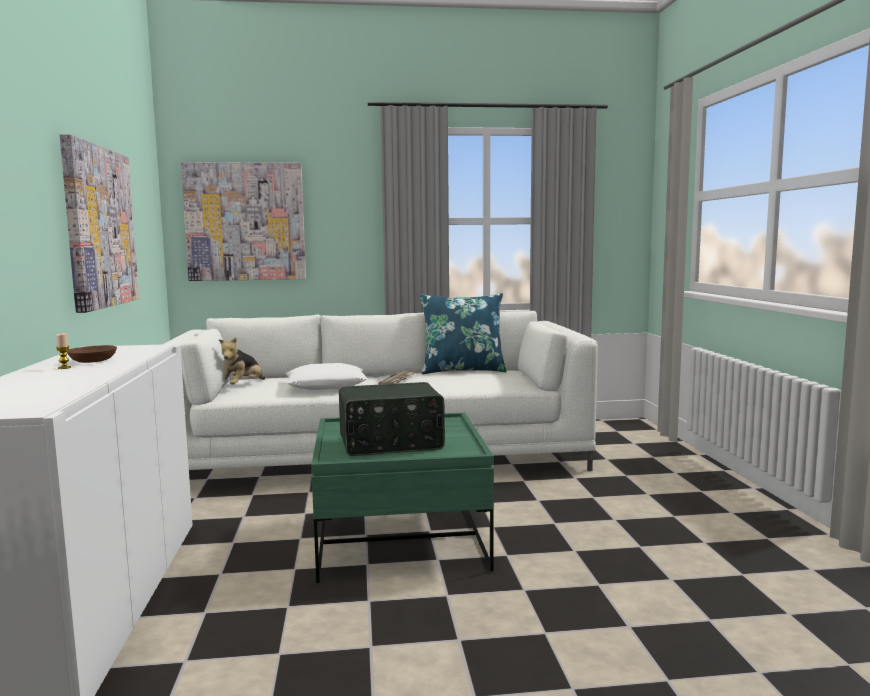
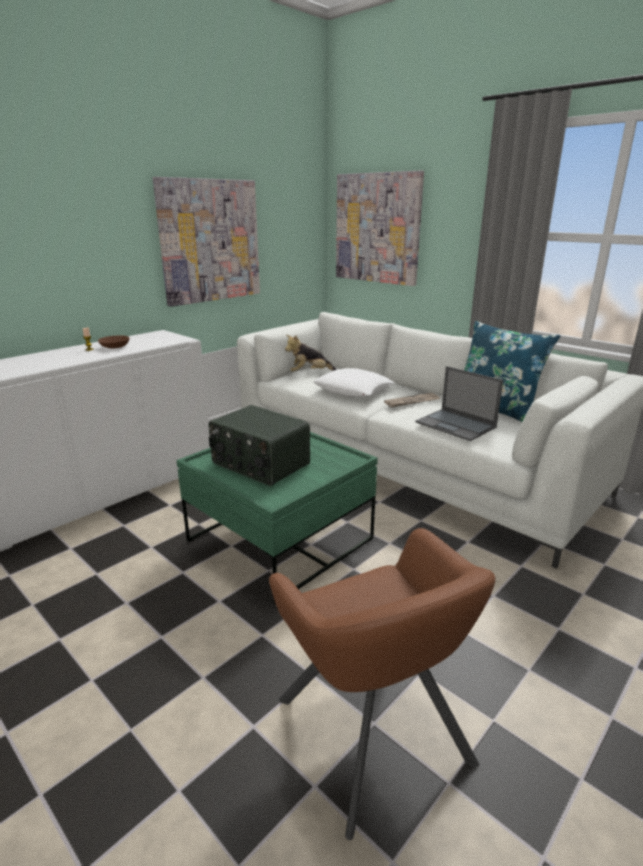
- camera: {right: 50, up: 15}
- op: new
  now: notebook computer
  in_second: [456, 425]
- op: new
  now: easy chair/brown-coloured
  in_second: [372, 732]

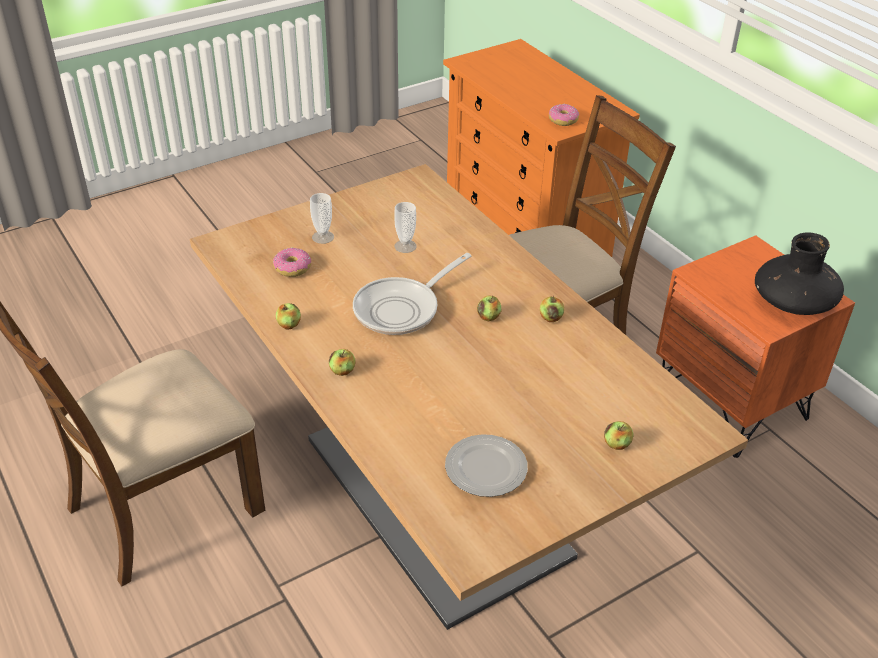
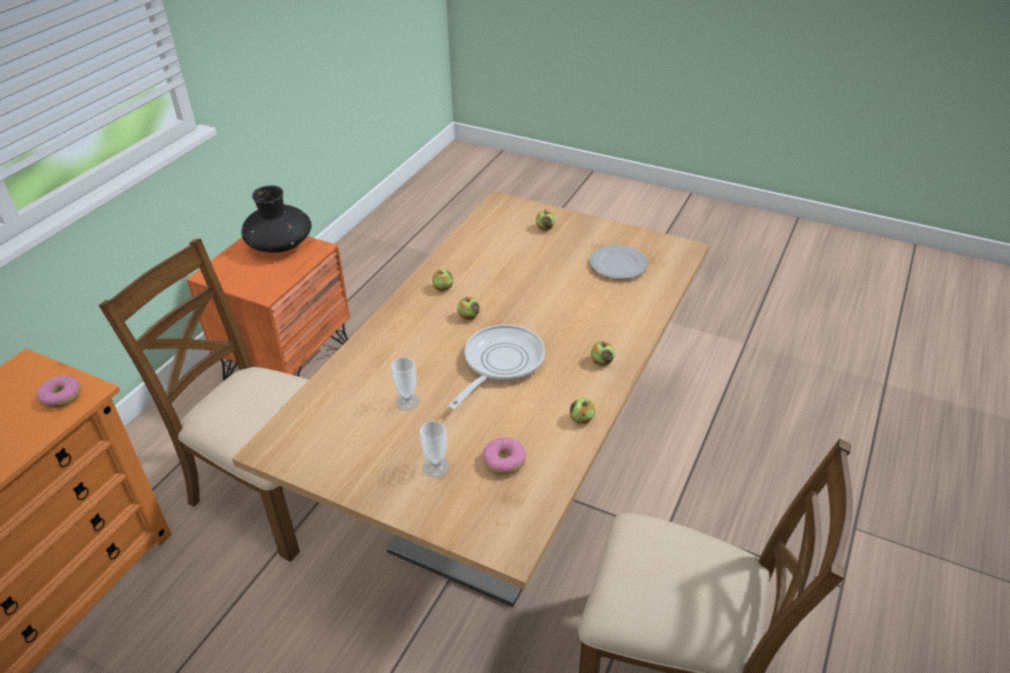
- camera: {right: -120, up: 0}
- op: rotated
  was: frying pan
  in_first: [402, 309]
  in_second: [499, 364]
  clockwise: -75

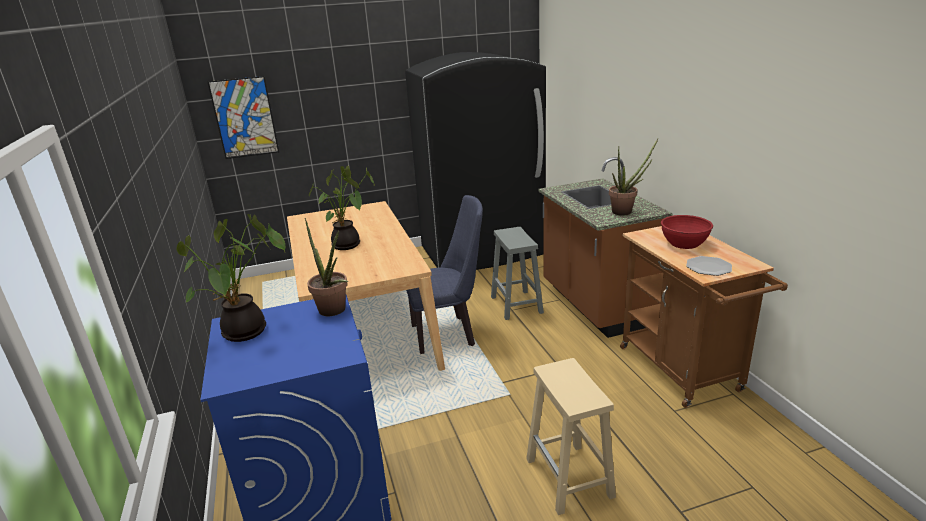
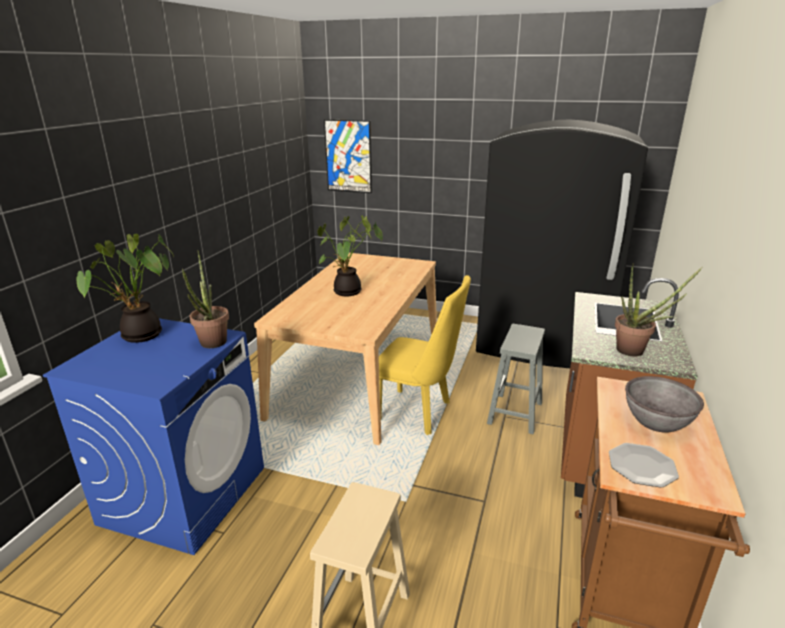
- camera: {right: 35, up: 0}
- op: repainted
  was: upright chair/blue-coloured
  now: upright chair/yellow
  in_first: [448, 334]
  in_second: [420, 413]
- op: repainted
  was: serving bowl/reddish
  now: serving bowl/gray
  in_first: [684, 244]
  in_second: [657, 421]

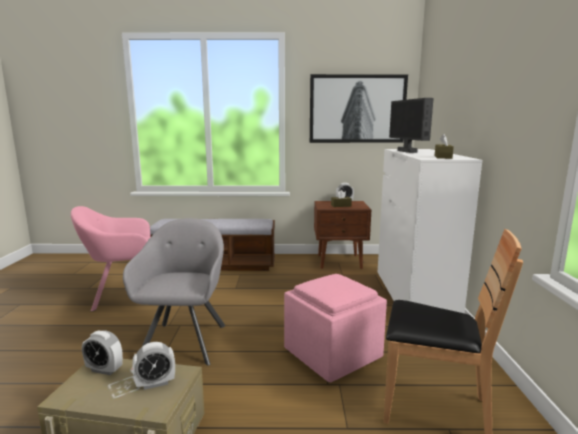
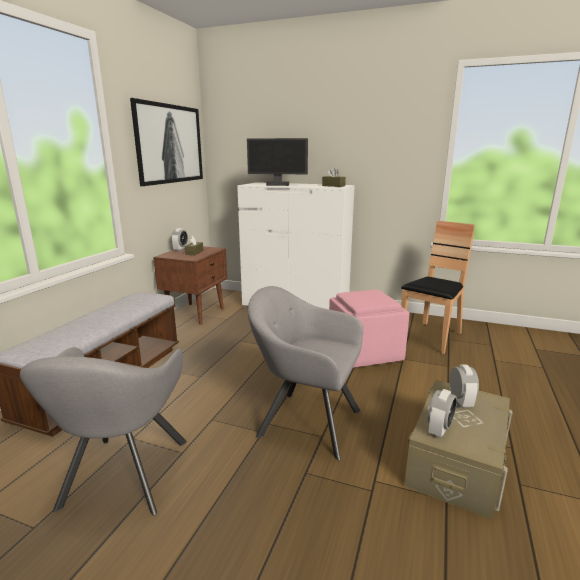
- camera: {right: -70, up: 5}
- op: repainted
  was: easy chair/pink-coloured
  now: easy chair/gray
  in_first: [122, 295]
  in_second: [124, 477]

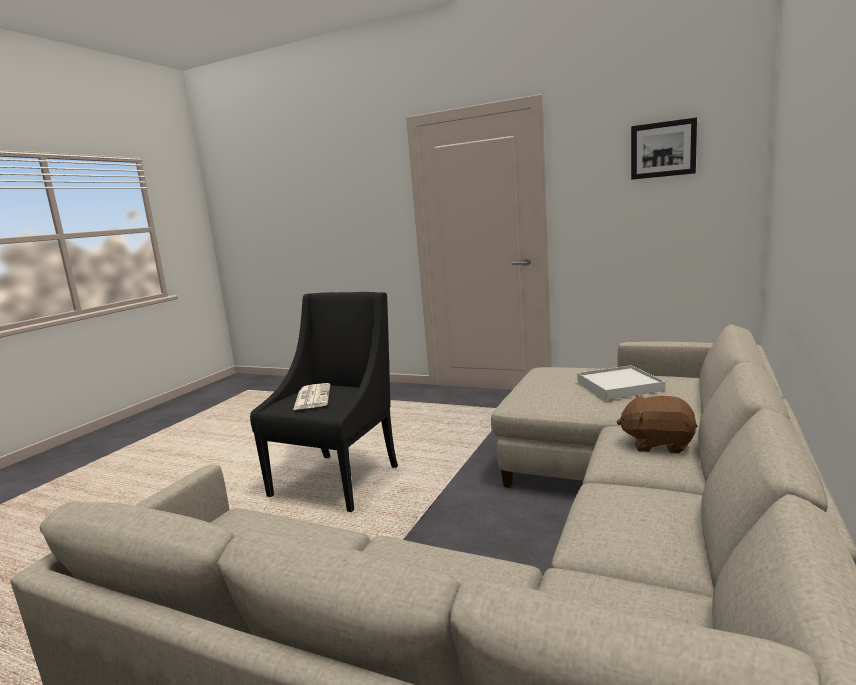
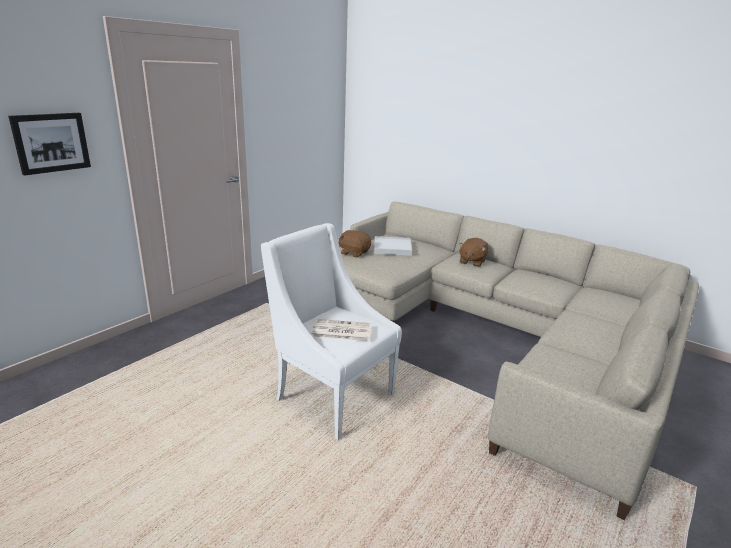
- camera: {right: -80, up: 10}
- op: shifted
  was: wall picture
  in_first: [663, 149]
  in_second: [51, 142]
- op: repainted
  was: easy chair/black
  now: easy chair/whitish
  in_first: [339, 479]
  in_second: [331, 396]
- op: new
  now: soft toy/brown-coloured
  in_second: [354, 253]

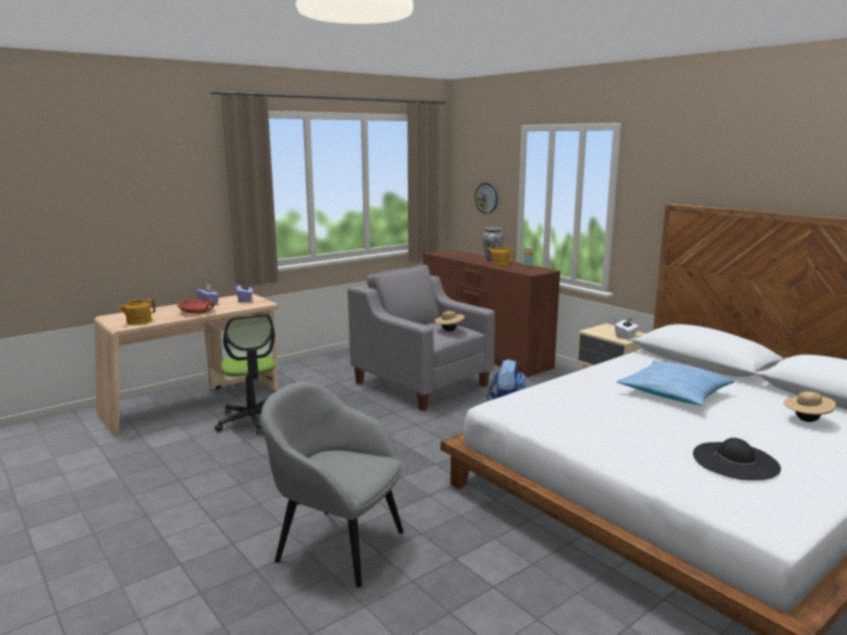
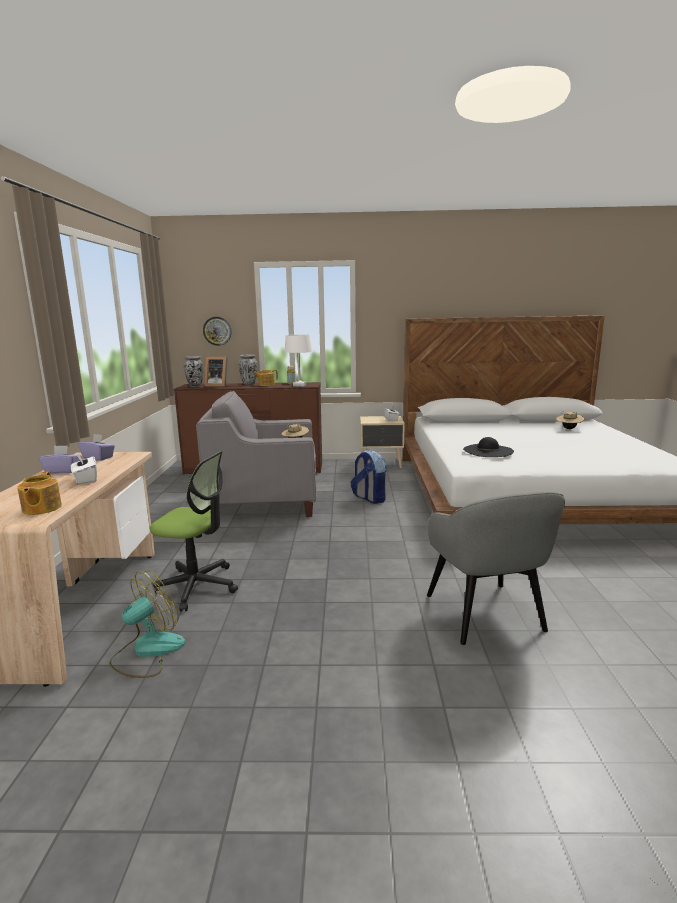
- camera: {right: -50, up: 0}
- op: swapped
  was: serving bowl/reddish
  now: tissue holder/whitish
  in_first: [197, 312]
  in_second: [85, 479]
- op: gone
  was: throw pillow
  in_first: [674, 393]
- op: rotated
  was: easy chair/gray
  in_first: [337, 545]
  in_second: [485, 614]
  clockwise: -75
- op: shifted
  was: wearable hat/black
  in_first: [735, 461]
  in_second: [488, 450]
- op: new
  now: tabletop lamp/whitish
  in_second: [299, 385]
- op: new
  now: flower vase
  in_second: [195, 386]
- op: new
  now: picture frame
  in_second: [217, 386]
- op: new
  now: cooling fan
  in_second: [147, 651]

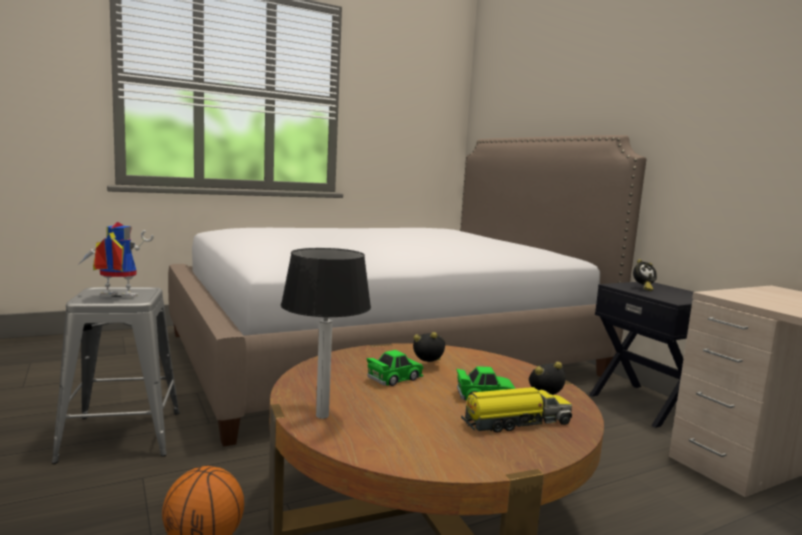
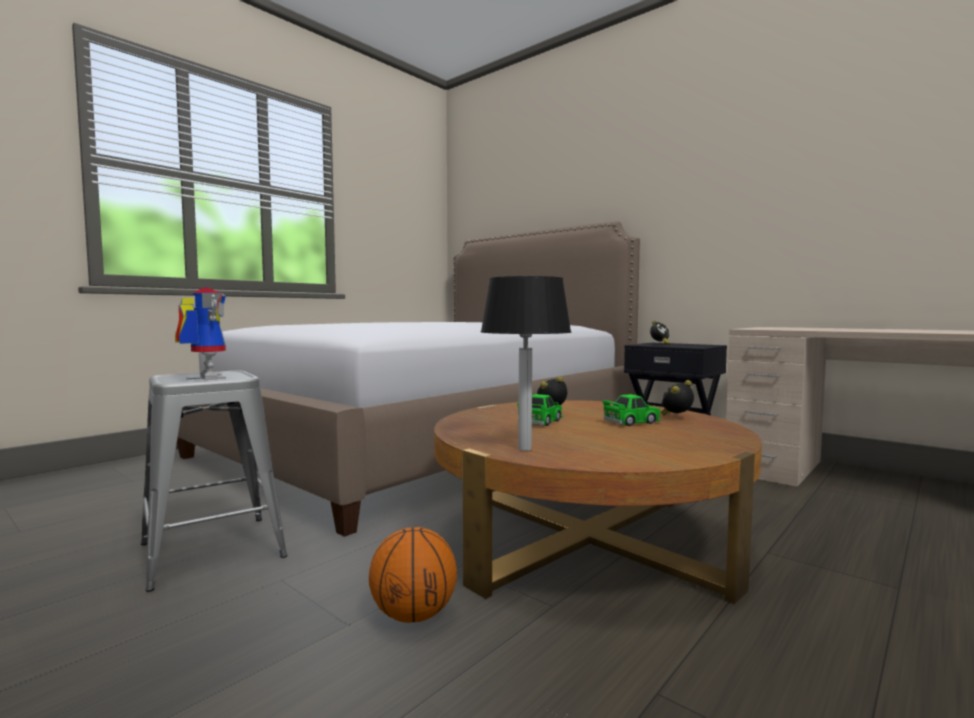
- camera: {right: -20, up: -5}
- op: rotated
  was: toy robot
  in_first: [114, 297]
  in_second: [204, 378]
  clockwise: 75
- op: gone
  was: toy truck
  in_first: [515, 423]

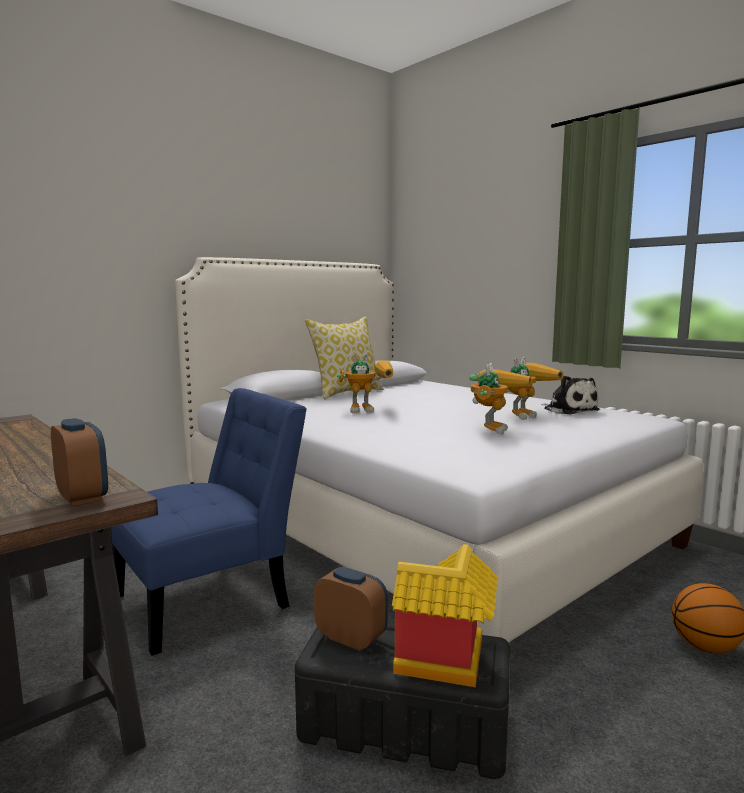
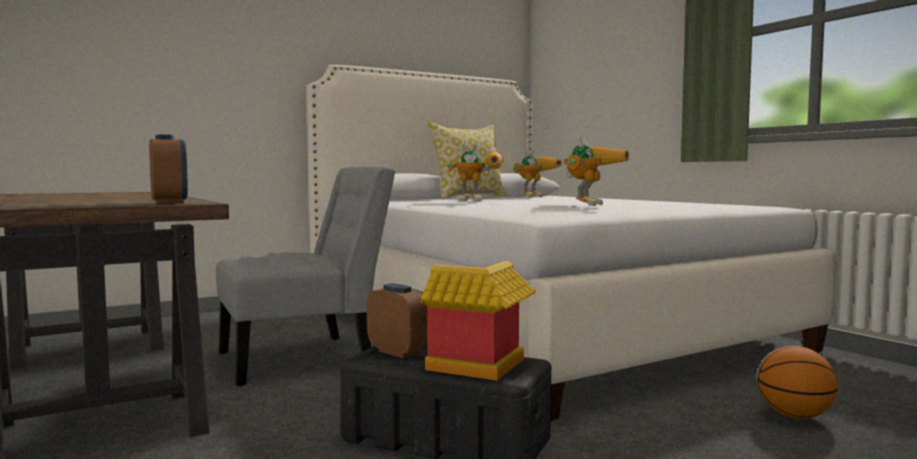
- camera: {right: 10, up: -5}
- op: shifted
  was: toy robot
  in_first: [525, 415]
  in_second: [536, 196]
- op: gone
  was: soft toy
  in_first: [569, 410]
- op: repainted
  was: upright chair/blue-coloured
  now: upright chair/gray
  in_first: [211, 598]
  in_second: [305, 358]

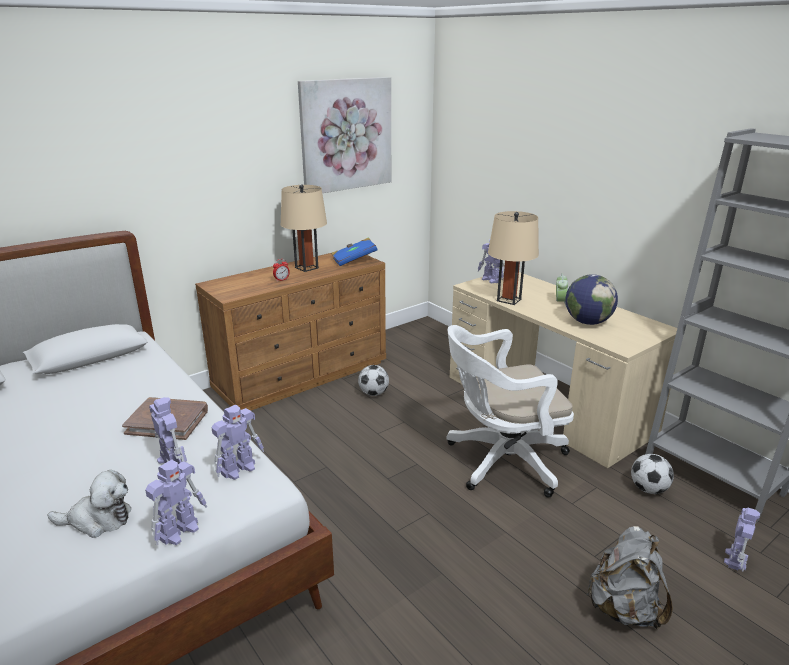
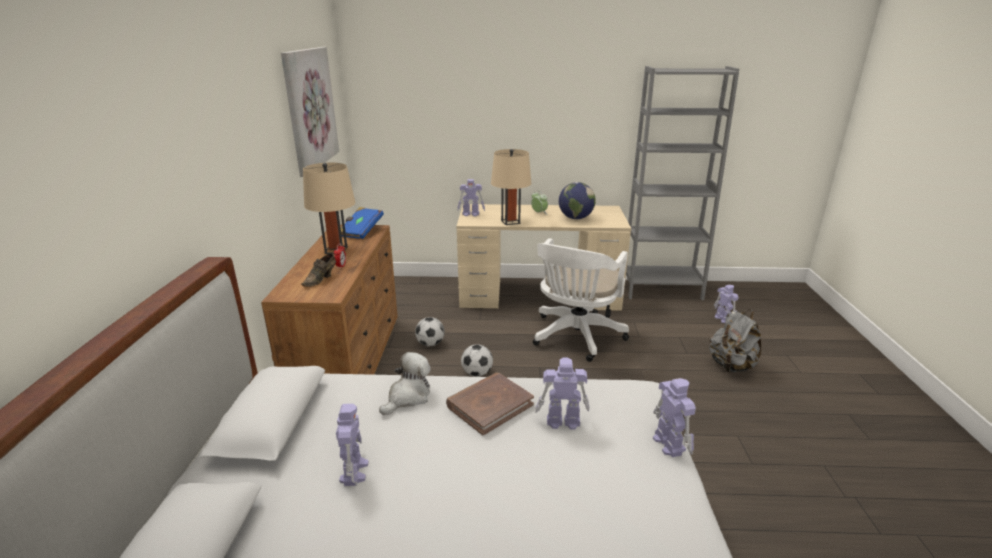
- camera: {right: -50, up: 0}
- op: shifted
  was: toy robot
  in_first: [239, 469]
  in_second: [354, 471]
- op: shifted
  was: ball for football
  in_first: [648, 489]
  in_second: [477, 373]
- op: shifted
  was: soft toy
  in_first: [98, 520]
  in_second: [408, 397]
- op: new
  now: shoe/brown-coloured
  in_second: [321, 279]

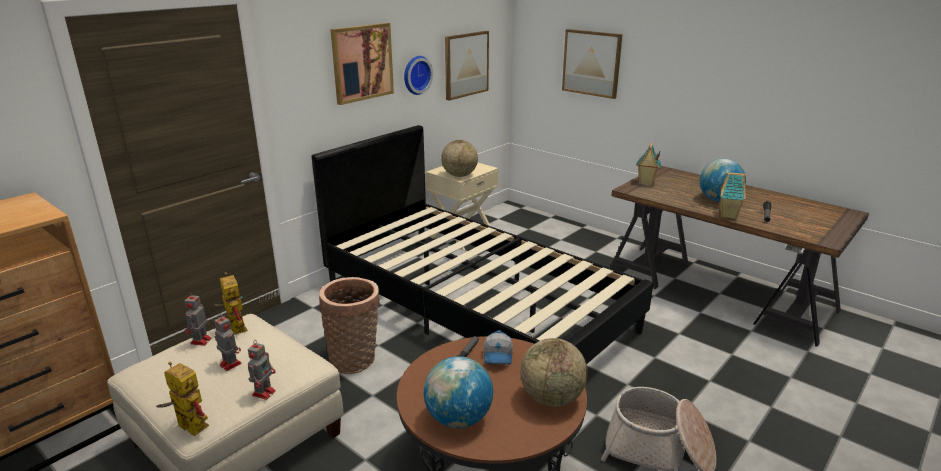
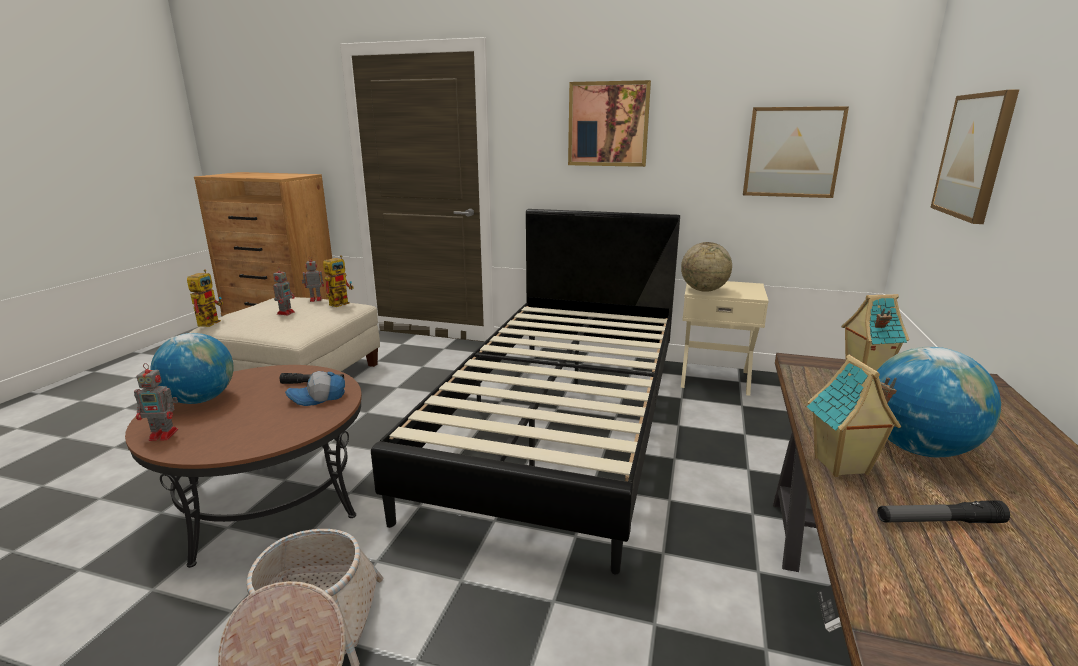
- camera: {right: 65, up: -5}
- op: gone
  was: hanging clock
  in_first: [415, 75]
- op: gone
  was: basket
  in_first: [355, 359]
- op: gone
  was: desk globe
  in_first: [552, 398]
- op: shifted
  was: toy robot
  in_first: [264, 392]
  in_second: [165, 434]

